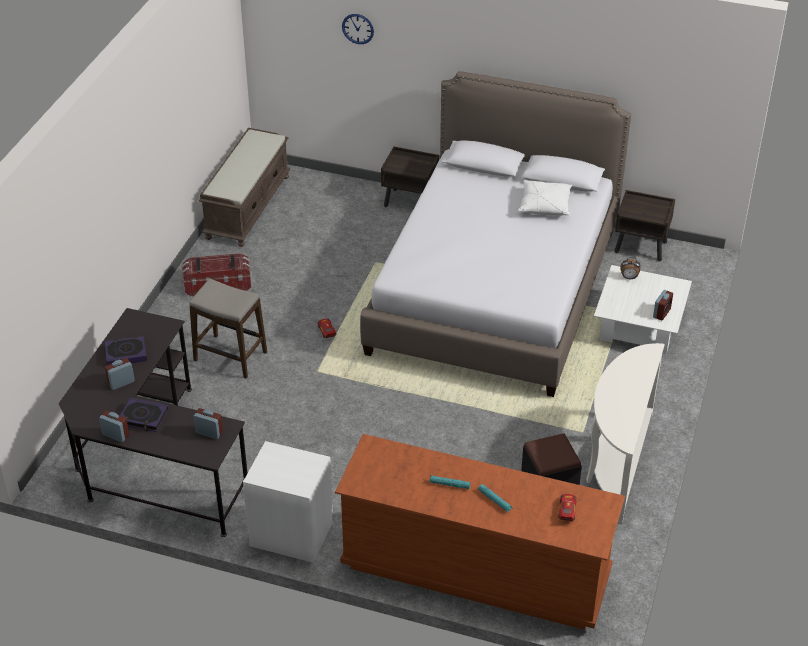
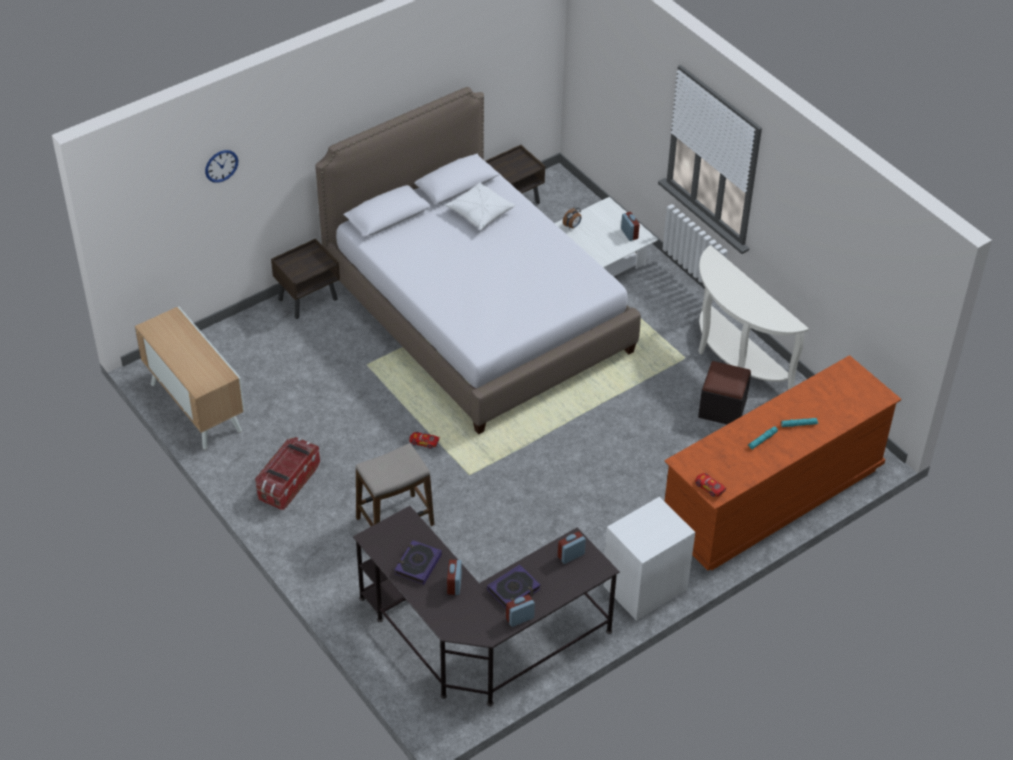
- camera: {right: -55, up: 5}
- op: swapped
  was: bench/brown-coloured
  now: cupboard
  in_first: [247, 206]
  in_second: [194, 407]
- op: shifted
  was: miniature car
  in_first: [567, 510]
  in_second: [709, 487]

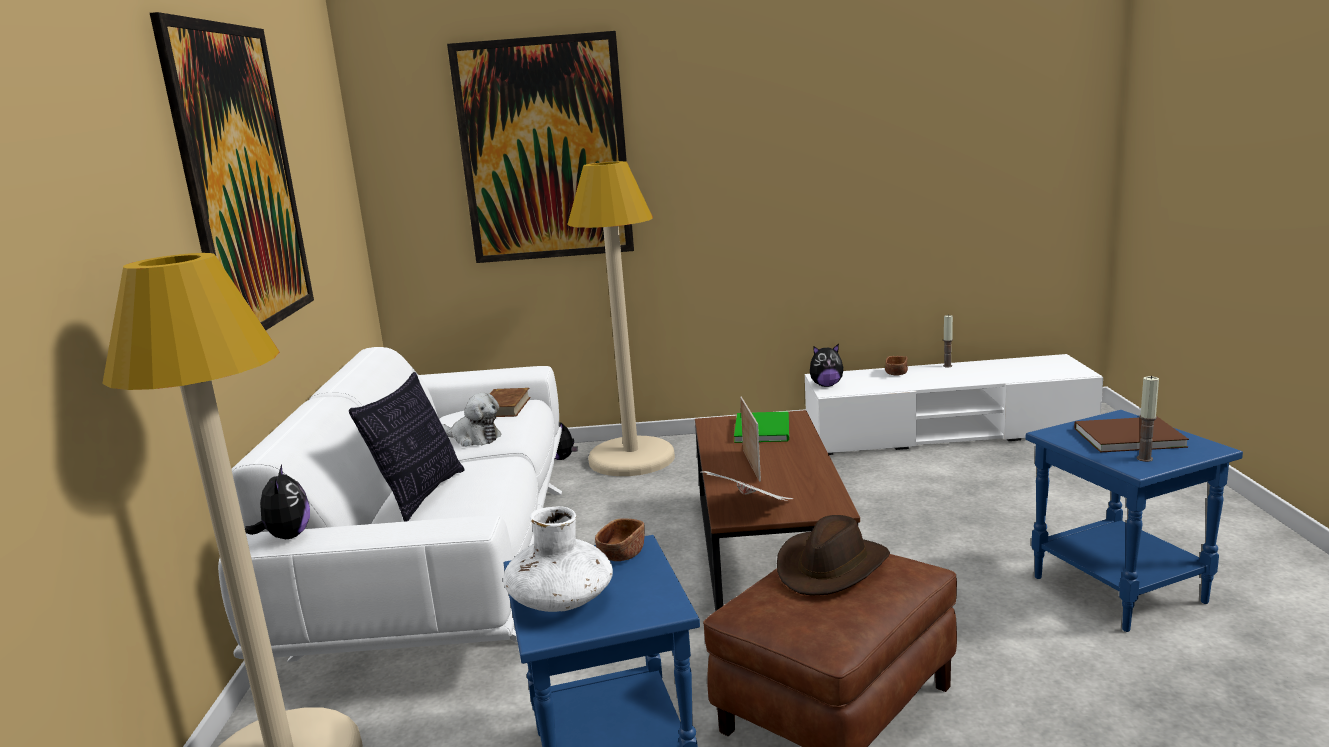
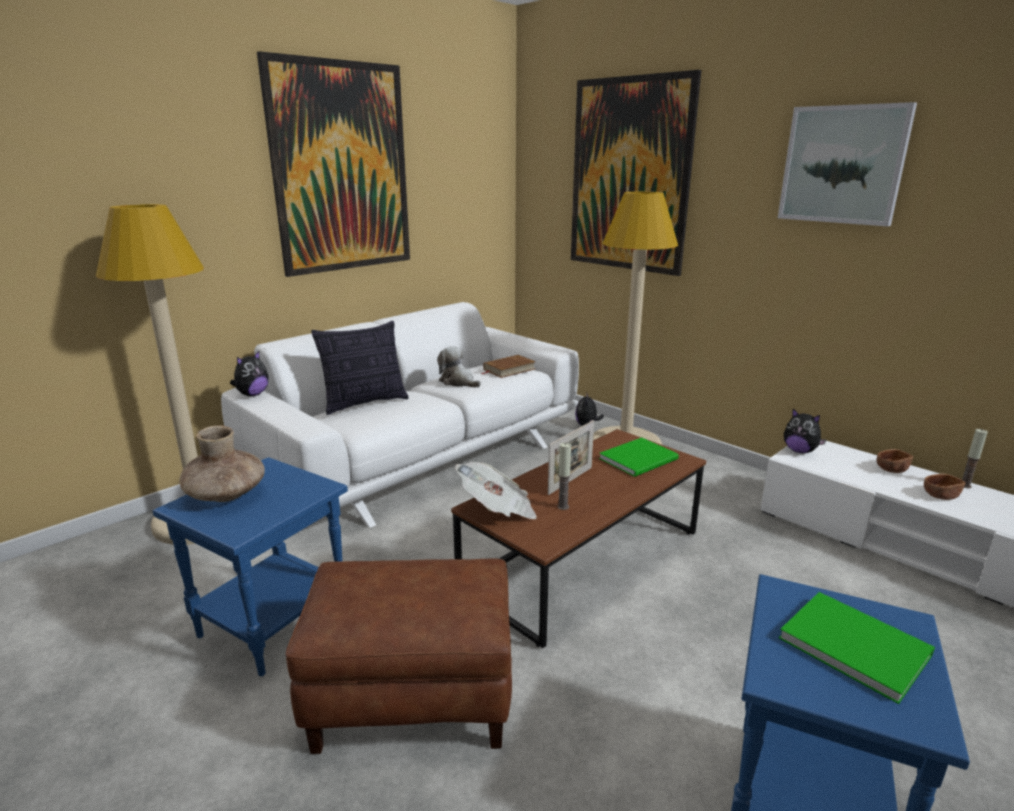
- camera: {right: 45, up: 5}
- op: shifted
  was: candle
  in_first: [1144, 458]
  in_second: [563, 506]
- op: rotated
  was: soft toy
  in_first: [473, 438]
  in_second: [458, 382]
  clockwise: 150
- op: repainted
  was: volume/brown-coloured
  now: volume/green-coloured
  in_first: [1125, 437]
  in_second: [851, 643]
- op: repainted
  was: flower vase/whitish
  now: flower vase/brown-coloured
  in_first: [561, 601]
  in_second: [226, 494]
- op: gone
  was: wearable hat/brown-coloured
  in_first: [832, 567]
- op: shifted
  was: serving bowl/brown-coloured
  in_first: [622, 554]
  in_second: [940, 495]
- op: new
  now: wall picture
  in_second: [843, 165]

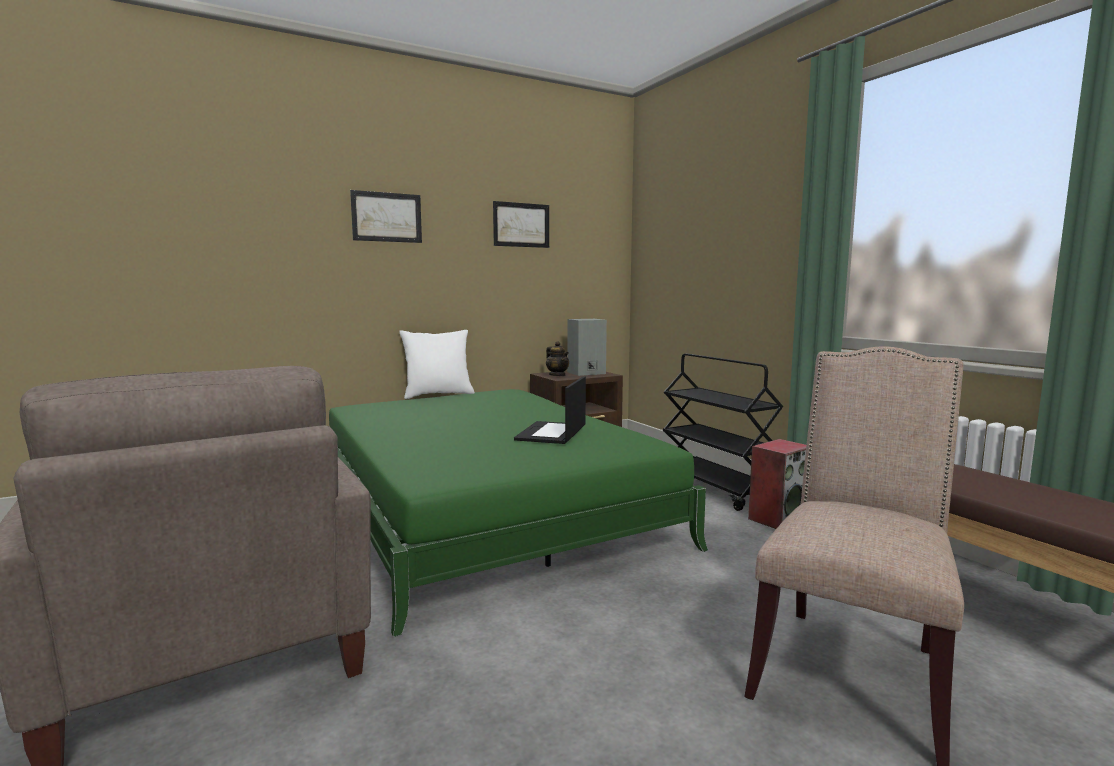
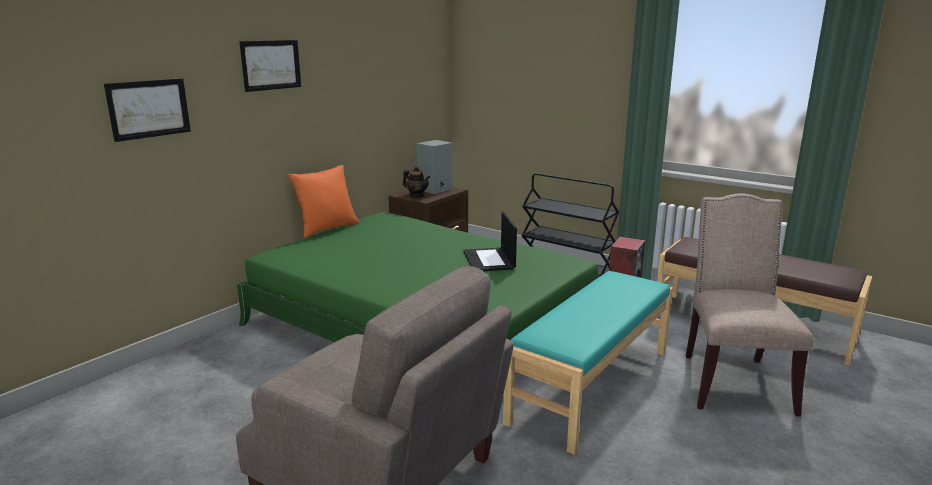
- camera: {right: -25, up: 10}
- op: shifted
  was: wall picture
  in_first: [521, 225]
  in_second: [149, 109]
- op: repainted
  was: throw pillow/whitish
  now: throw pillow/orange-coloured
  in_first: [438, 395]
  in_second: [327, 229]
- op: new
  now: bench/turquoise
  in_second: [590, 385]

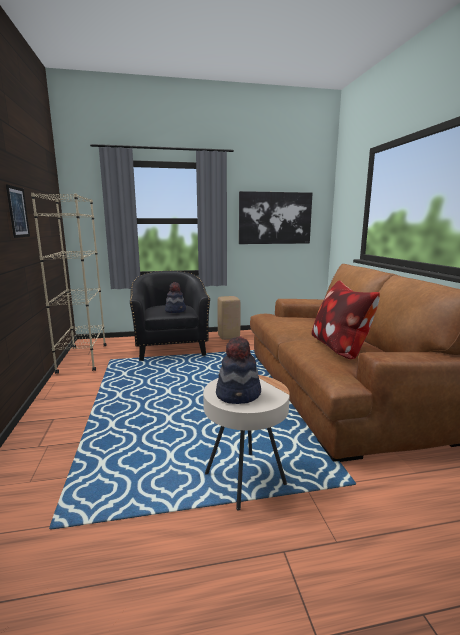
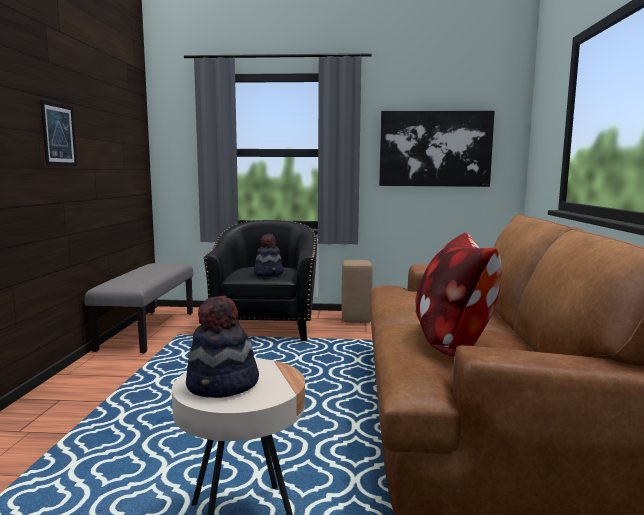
- camera: {right: 15, up: -5}
- op: swapped
  was: shelving unit/beige-coloured
  now: bench/gray
  in_first: [83, 358]
  in_second: [147, 330]

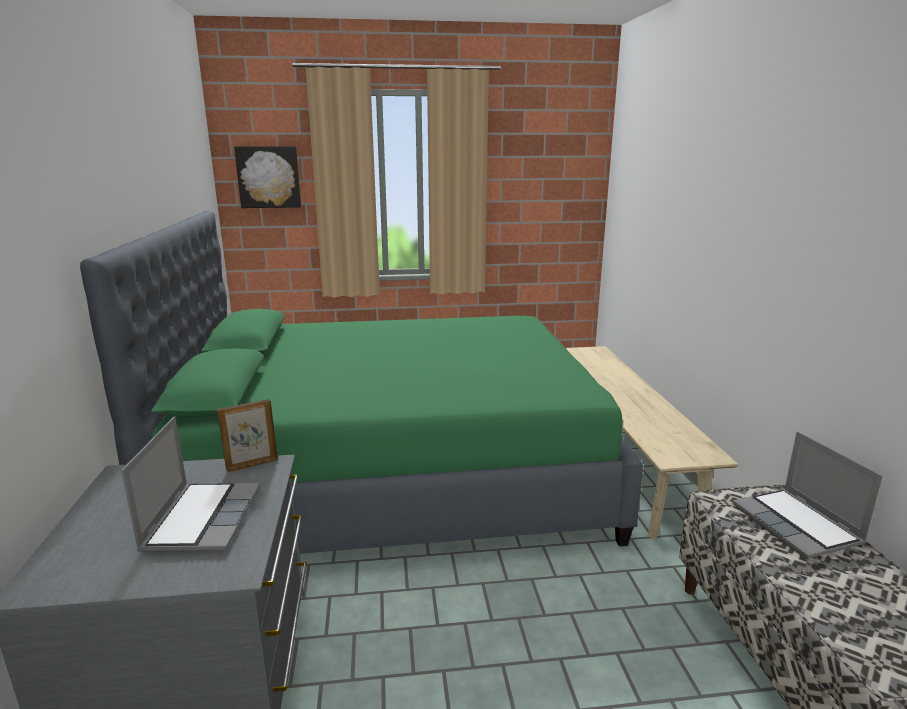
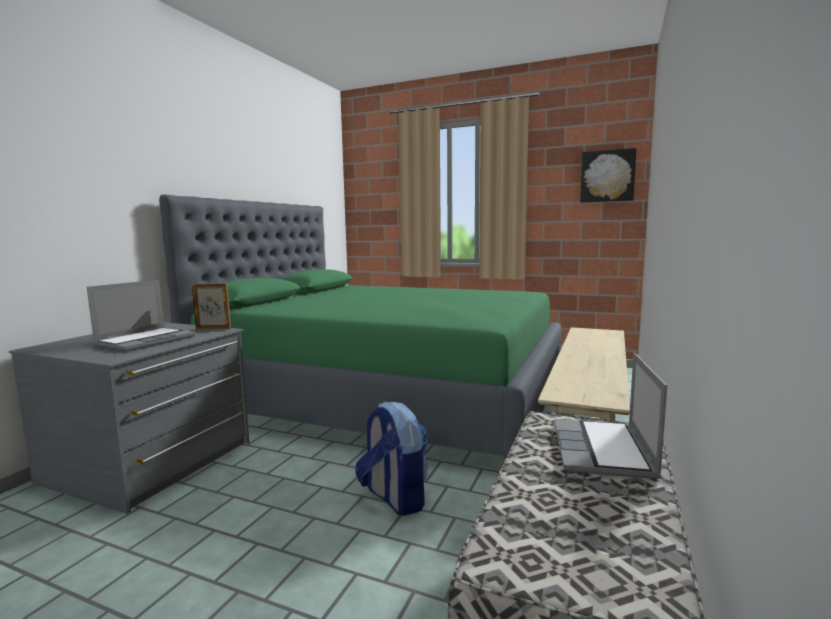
- camera: {right: 30, up: -10}
- op: shifted
  was: wall picture
  in_first: [269, 177]
  in_second: [607, 176]
- op: new
  now: backpack
  in_second: [394, 498]

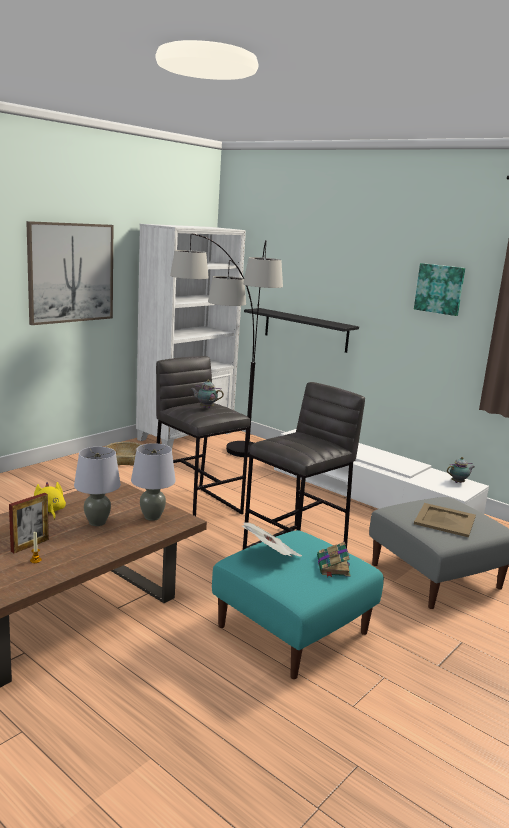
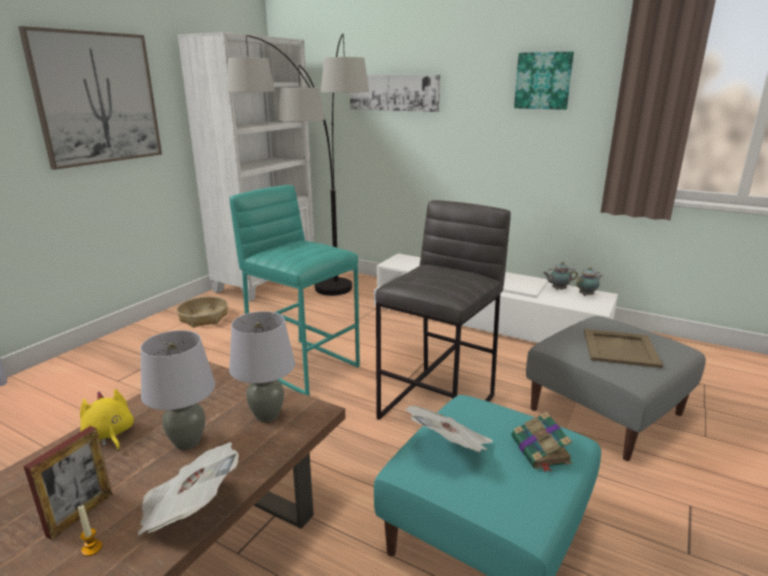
- camera: {right: -10, up: 5}
- op: gone
  was: shelf/black
  in_first: [305, 330]
- op: repainted
  was: stool seat/gray
  now: stool seat/turquoise
  in_first: [197, 506]
  in_second: [303, 365]
- op: shifted
  was: teapot
  in_first: [205, 407]
  in_second: [557, 289]
- op: new
  now: wall picture
  in_second: [394, 92]
- op: new
  now: printed paper
  in_second: [189, 508]

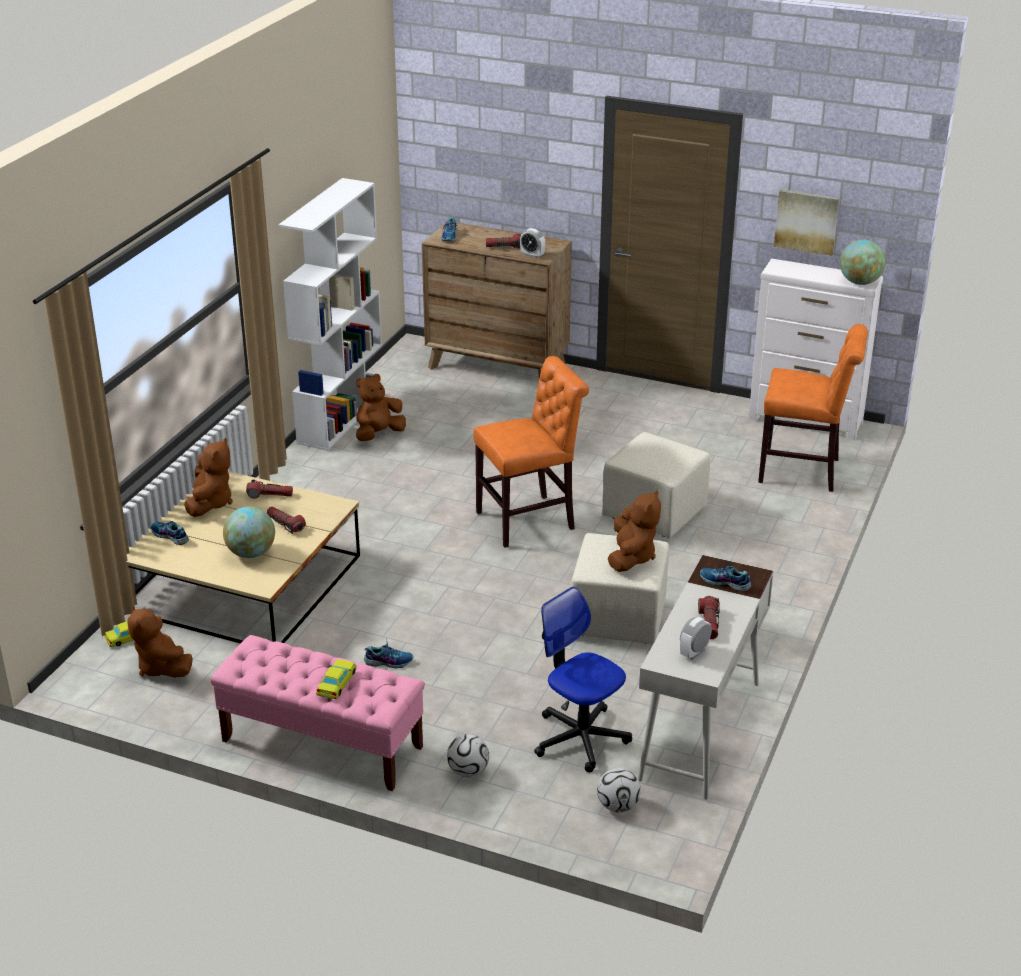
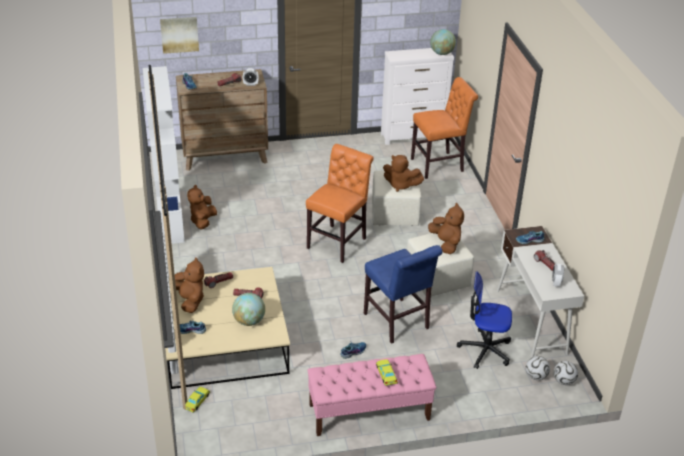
- camera: {right: -35, up: 5}
- op: shifted
  was: wall picture
  in_first: [806, 221]
  in_second: [179, 34]
- op: shifted
  was: soft toy/brown-coloured
  in_first: [162, 668]
  in_second: [400, 185]
- op: shifted
  was: ball for football
  in_first: [468, 771]
  in_second: [564, 381]
- op: new
  now: upright chair/blue-coloured
  in_second: [398, 323]

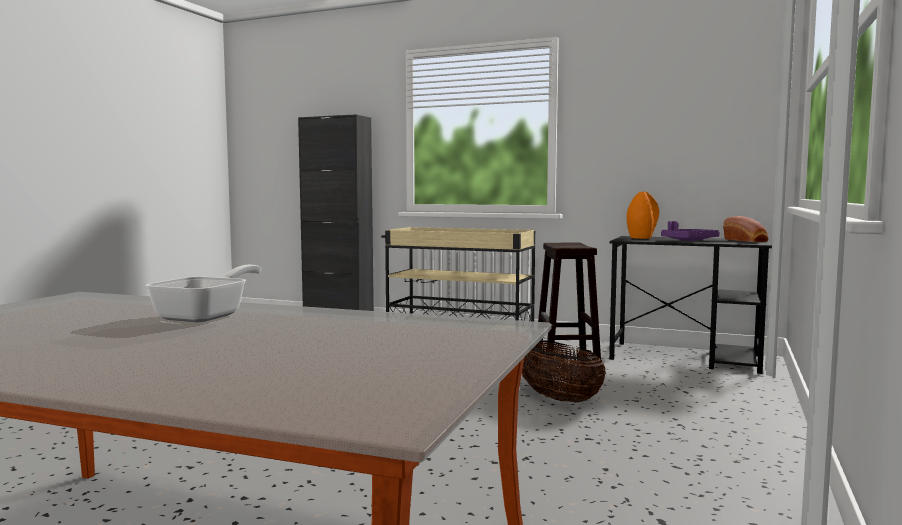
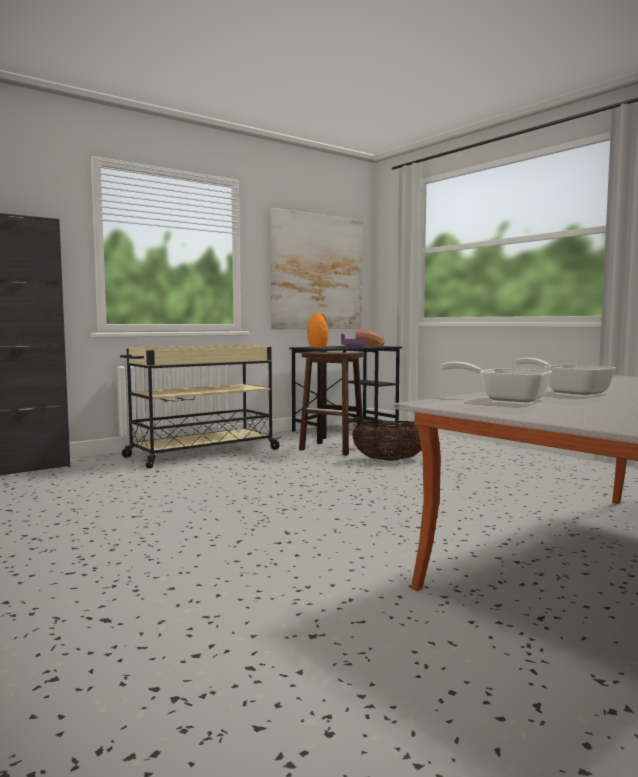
- camera: {right: -60, up: 0}
- op: new
  now: wall picture
  in_second: [317, 272]
- op: new
  now: frying pan
  in_second: [505, 399]

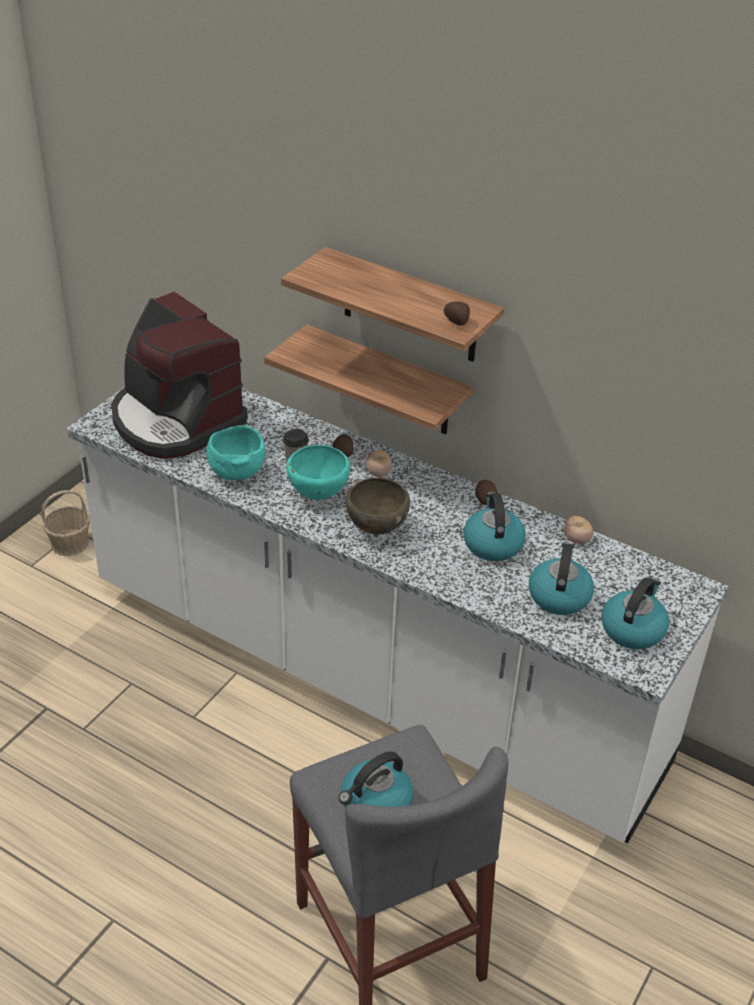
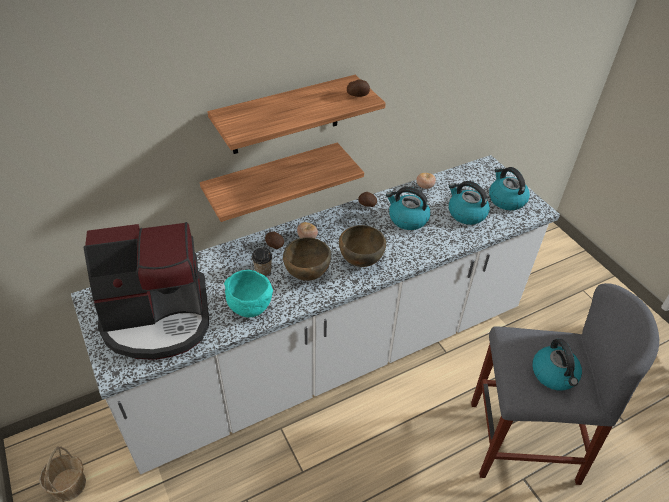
- camera: {right: -60, up: 5}
- op: repainted
  was: serving bowl/turquoise
  now: serving bowl/brown-coloured
  in_first: [317, 495]
  in_second: [307, 275]

